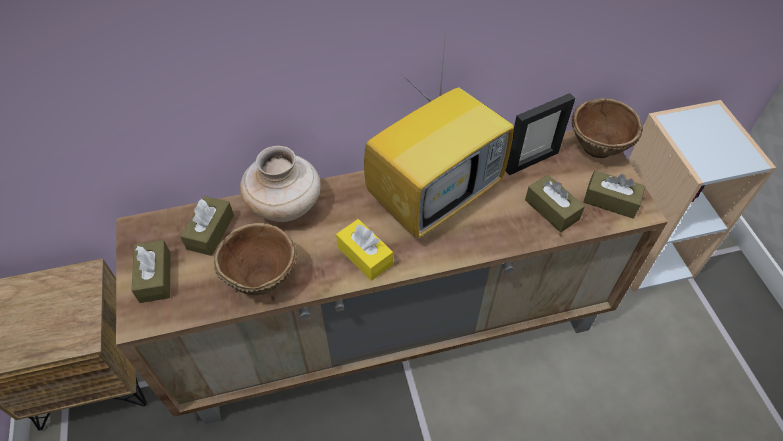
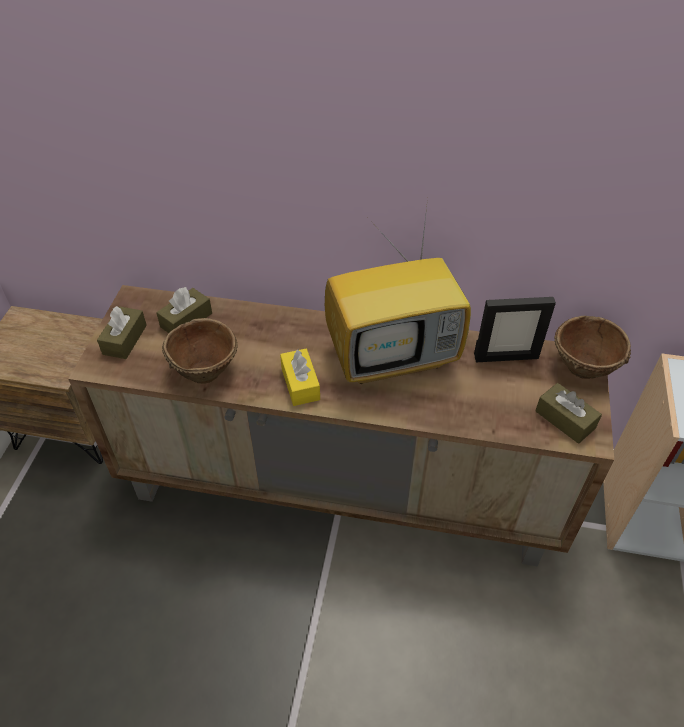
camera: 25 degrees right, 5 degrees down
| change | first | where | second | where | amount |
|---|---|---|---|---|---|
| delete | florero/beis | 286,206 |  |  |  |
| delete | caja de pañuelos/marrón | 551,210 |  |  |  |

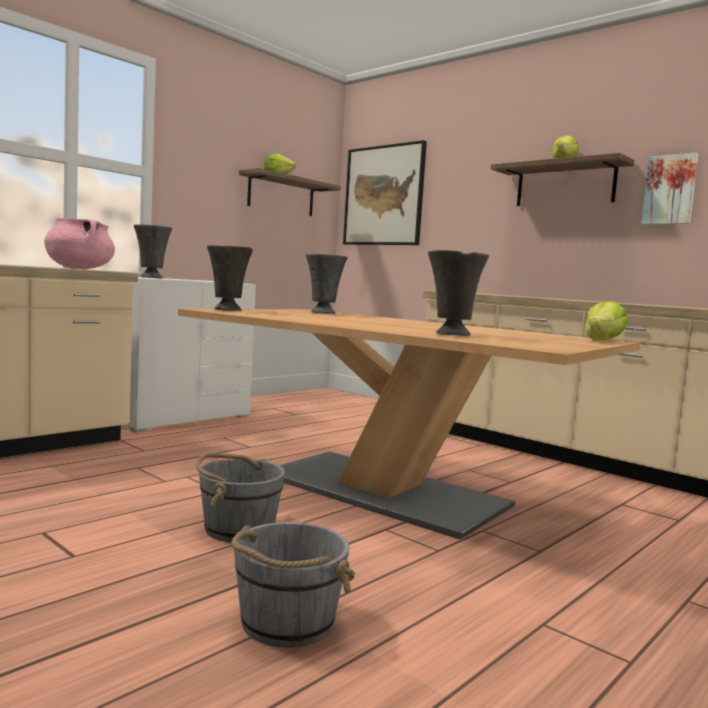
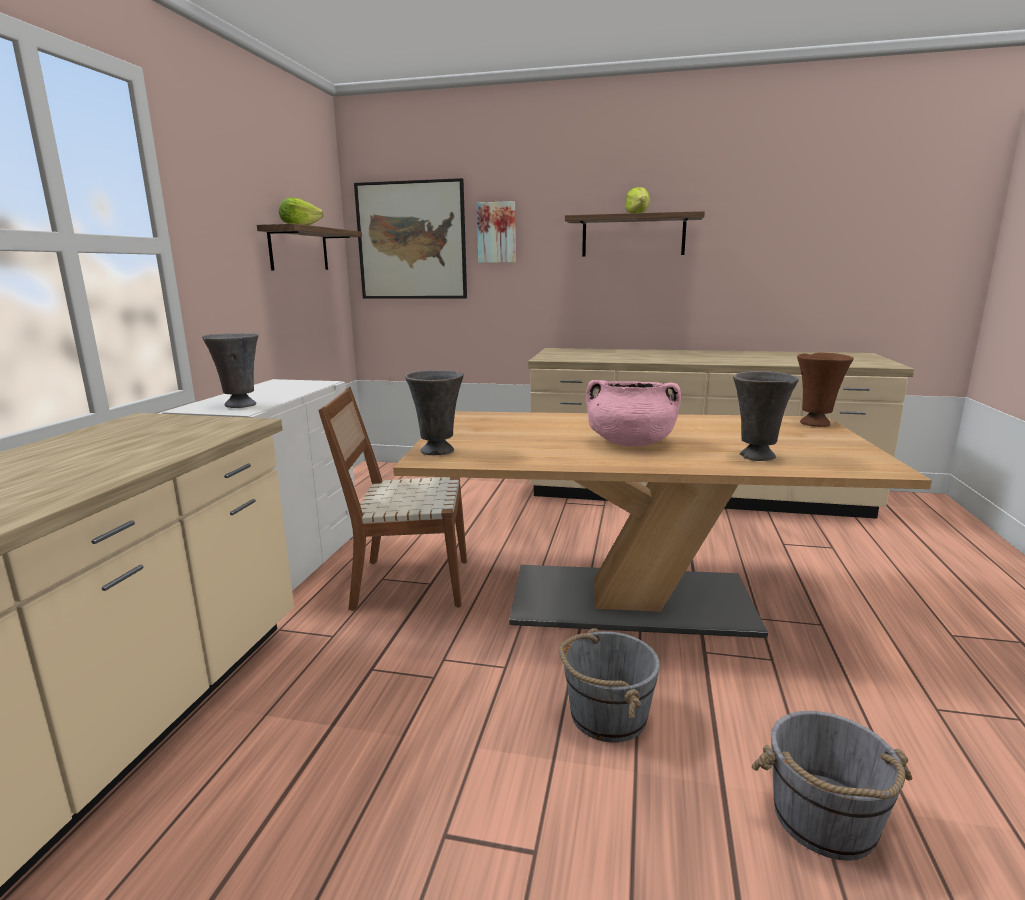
camera: 30 degrees left, 10 degrees up
| change | first | where | second | where | amount |
|---|---|---|---|---|---|
| insert |  |  | silla | 405,583 |  |
| move | cuadro | 670,190 |  | 497,232 |  |
| move | olla/rosa | 79,268 |  | 630,443 |  |
| replace | lechuga | 603,340 | florero/marrón | 816,423 |  |
| delete | florero/gris | 323,313 |  |  |  |

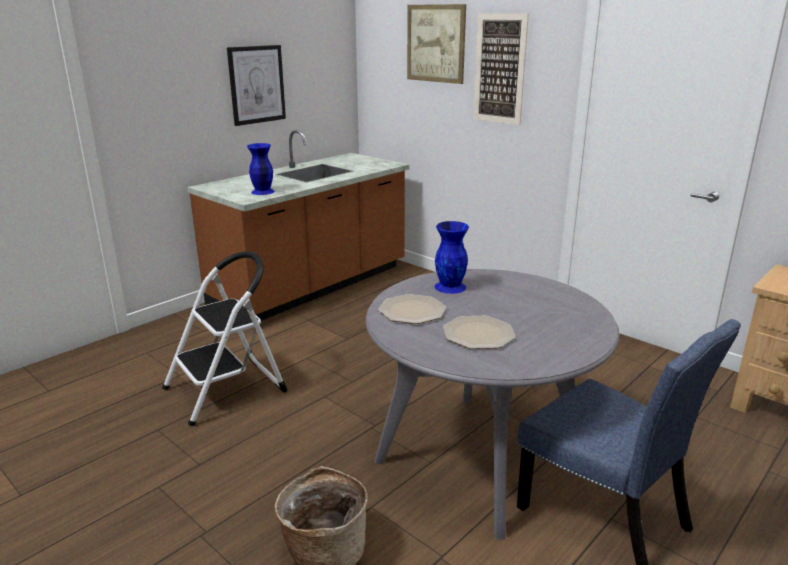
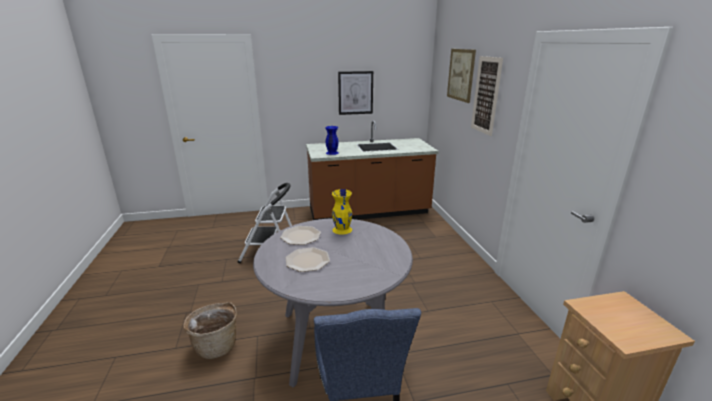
camera: 35 degrees right, 0 degrees up
| change | first | where | second | where | amount |
|---|---|---|---|---|---|
| recolor | florero/azul | 450,287 | florero/amarillo | 342,229 |  |

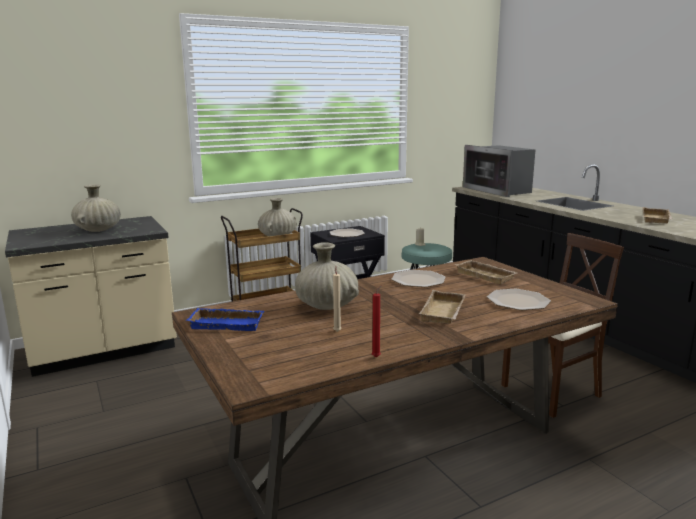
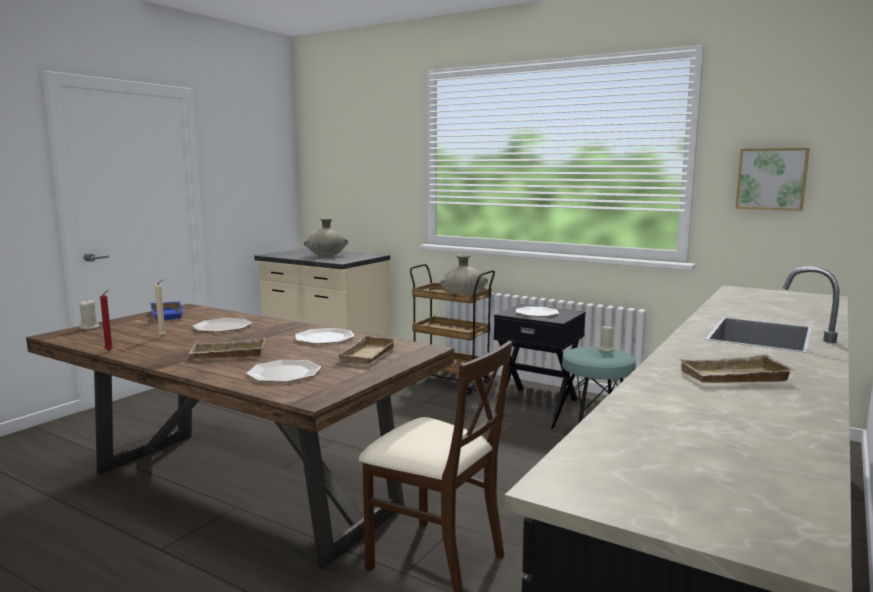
camera: 60 degrees right, 5 degrees down
| change | first | where | second | where | amount |
|---|---|---|---|---|---|
| insert |  |  | vela/beis | 89,327 |  |
| replace | florero/beis | 326,306 | plato | 222,327 |  |
| insert |  |  | cuadro | 771,179 |  |
| delete | microondas | 498,190 |  |  |  |

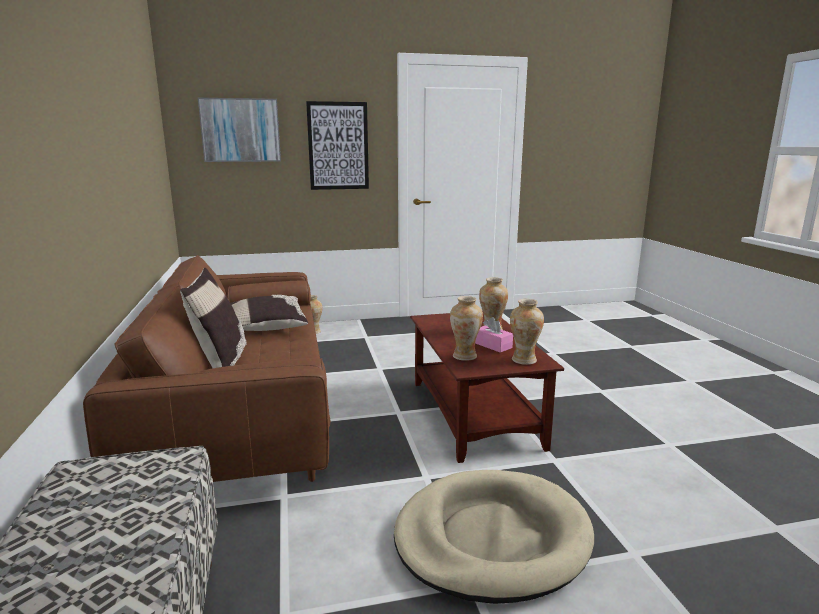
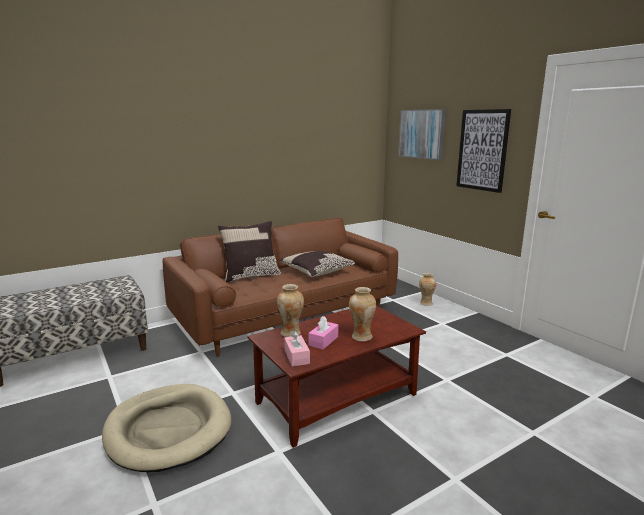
camera: 70 degrees right, 0 degrees up
| change | first | where | second | where | amount |
|---|---|---|---|---|---|
| replace | florero | 524,360 | caja de pañuelos/rosa | 296,357 |  |

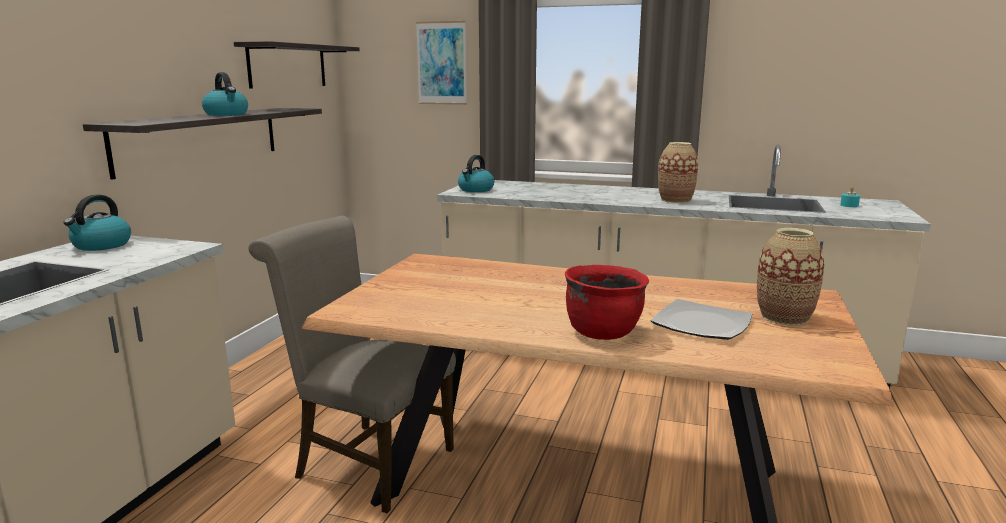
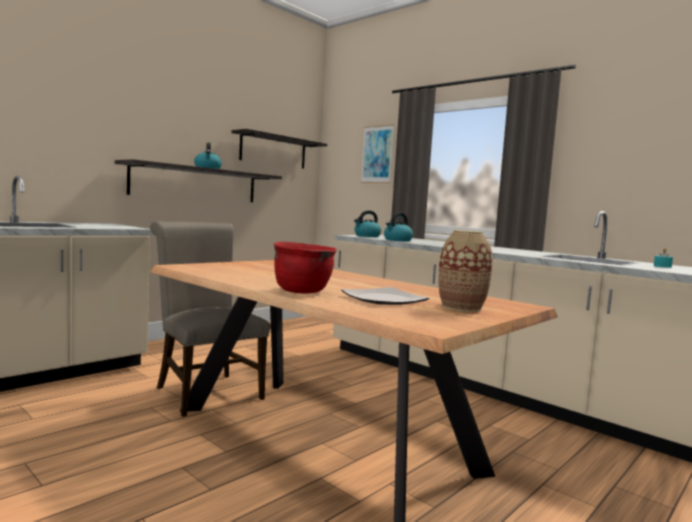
camera: 25 degrees right, 10 degrees down
| change | first | where | second | where | amount |
|---|---|---|---|---|---|
| move | hervidor | 101,245 |  | 397,240 |  |
| delete | florero | 675,200 |  |  |  |

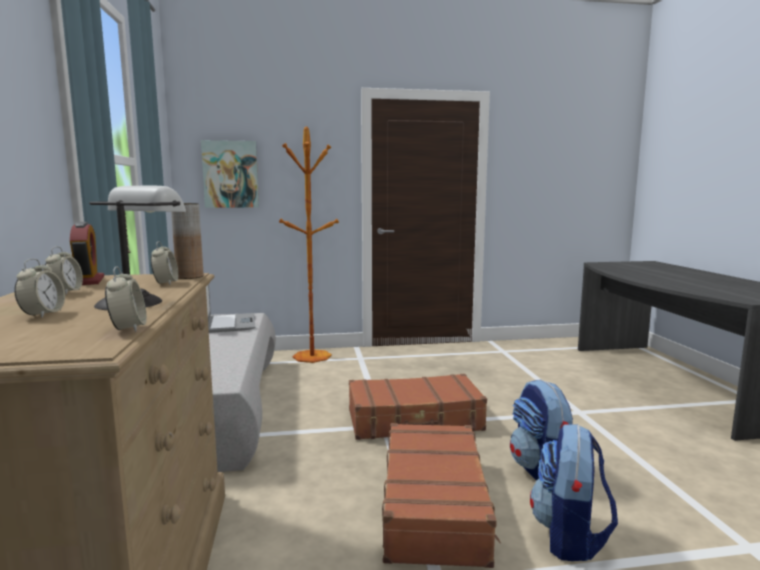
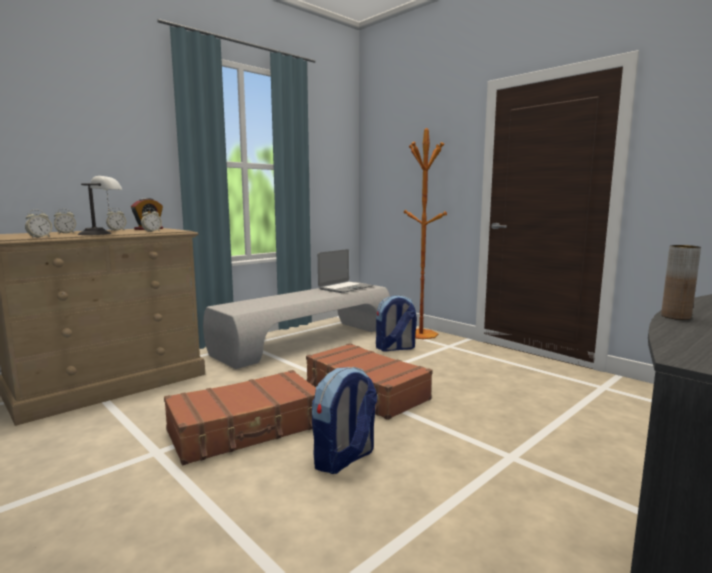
camera: 55 degrees right, 0 degrees up
| change | first | where | second | where | amount |
|---|---|---|---|---|---|
| move | mochila | 570,536 |  | 395,348 |  |
| move | florero/marrón | 189,276 |  | 675,317 |  |
| delete | cuadro | 230,174 |  |  |  |

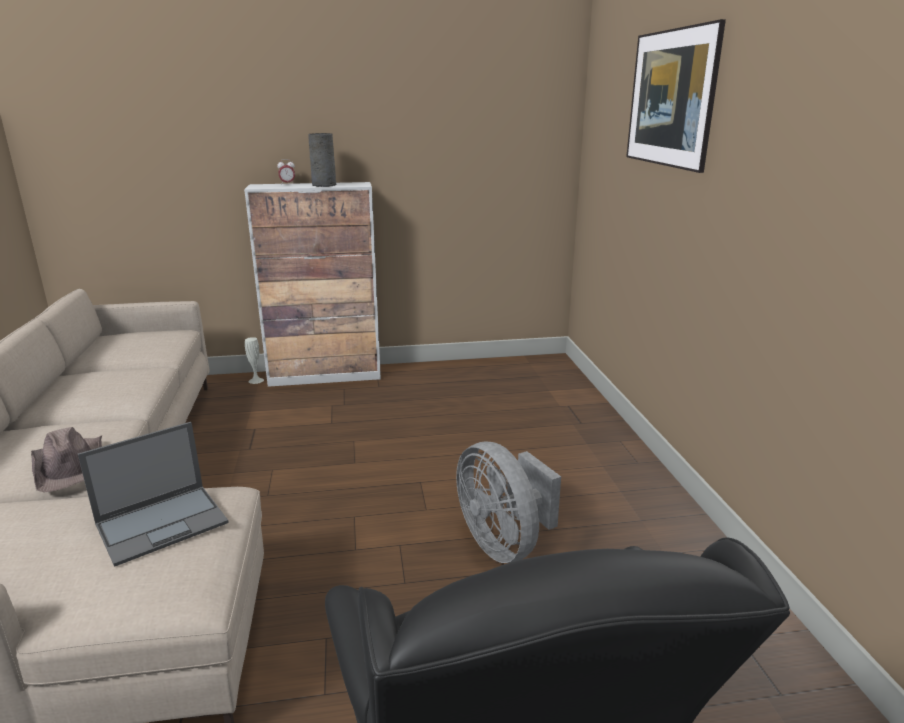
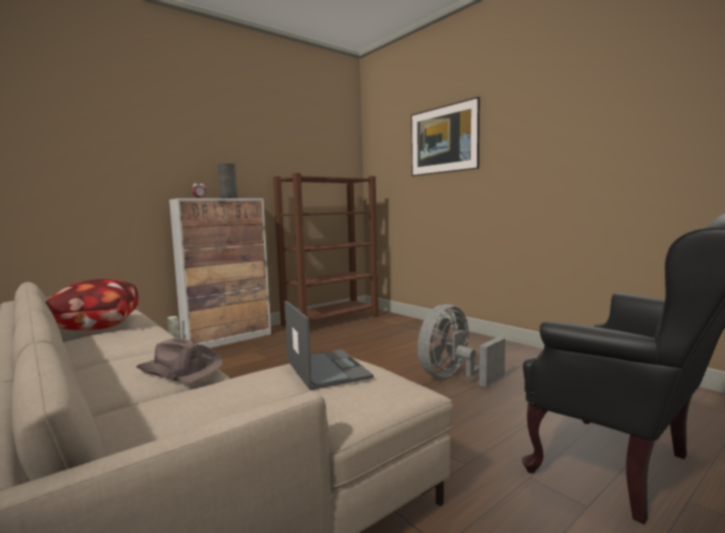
camera: 30 degrees left, 15 degrees down
| change | first | where | second | where | amount |
|---|---|---|---|---|---|
| insert |  |  | cojín | 93,328 |  |
| insert |  |  | estantería/marrón | 331,320 |  |
| rotate | portátil | 163,523 |  | 326,368 | 45 degrees counterclockwise |
| rotate | ventilador/gris | 504,543 |  | 454,377 | 105 degrees clockwise |

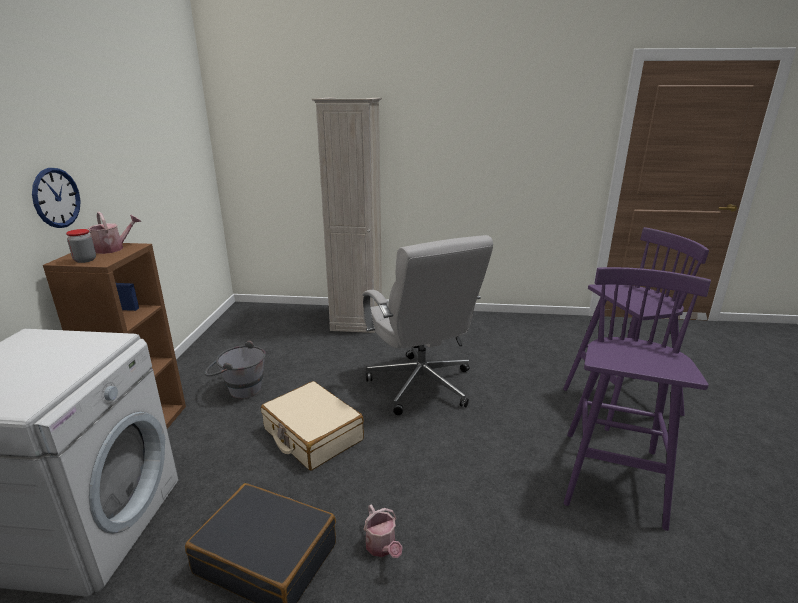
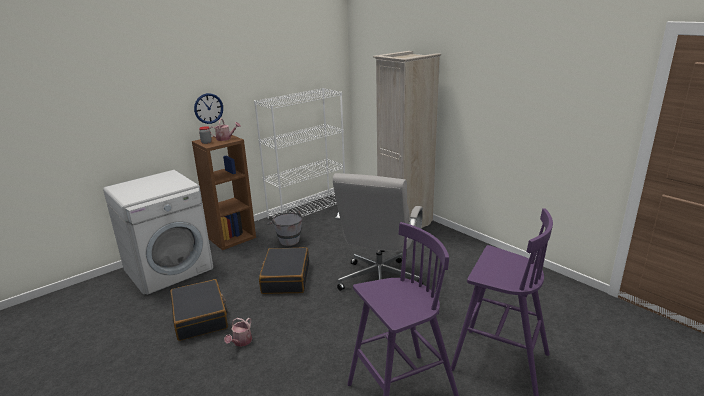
camera: 45 degrees right, 0 degrees up
| change | first | where | second | where | amount |
|---|---|---|---|---|---|
| insert |  |  | estantería/blanco | 308,211 |  |
| recolor | maleta/beis | 312,435 | maleta/negro | 285,278 |  |

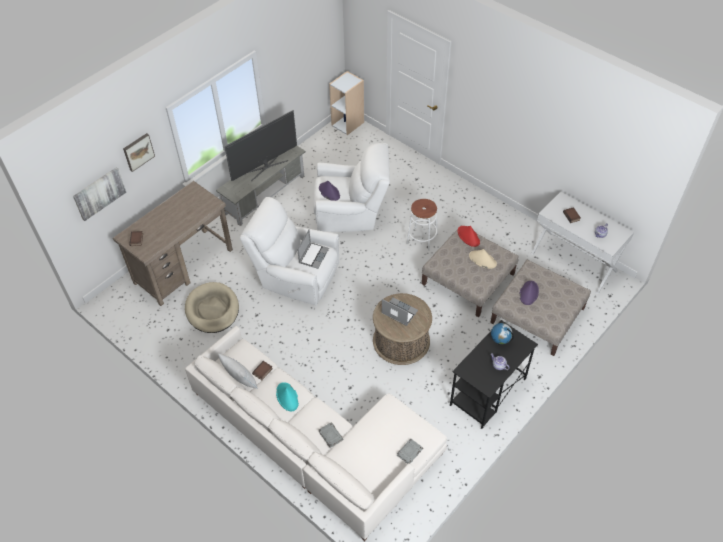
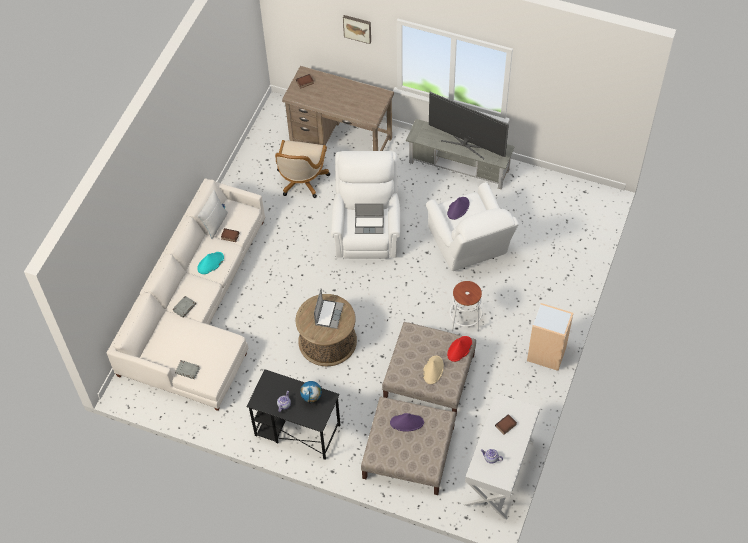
camera: 70 degrees right, 5 degrees up
| change | first | where | second | where | amount |
|---|---|---|---|---|---|
| replace | cama para perro/beis | 212,309 | silla de oficina | 301,182 |  |
| move | estantería | 348,123 |  | 547,355 |  |
| delete | cuadro | 99,193 |  |  |  |

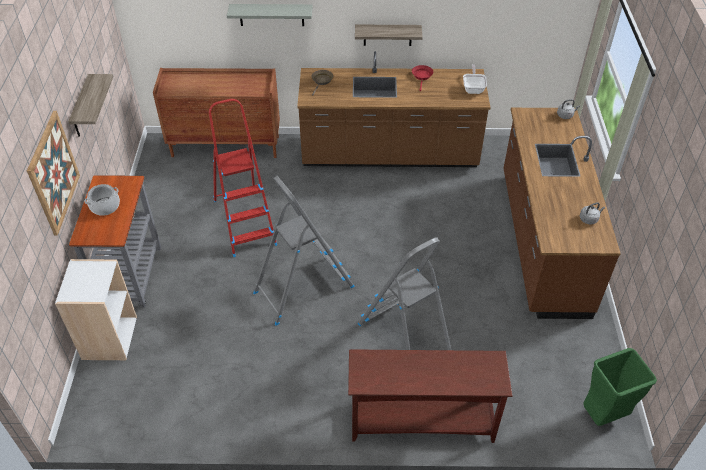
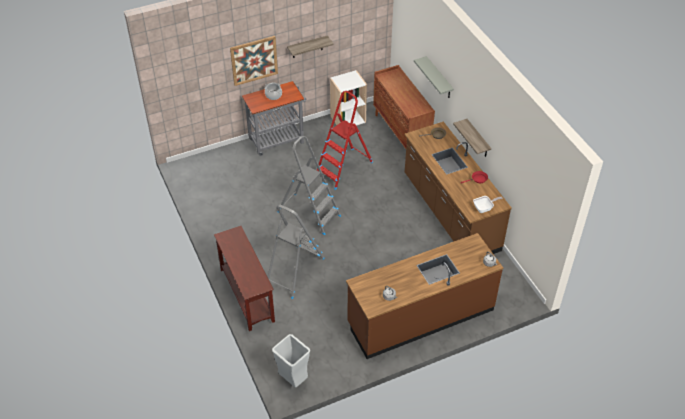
camera: 65 degrees right, 0 degrees up
| change | first | where | second | where | amount |
|---|---|---|---|---|---|
| recolor | papelera/verde | 603,416 | papelera/gris | 293,379 |  |
| move | estantería/blanco | 109,337 |  | 348,119 |  |

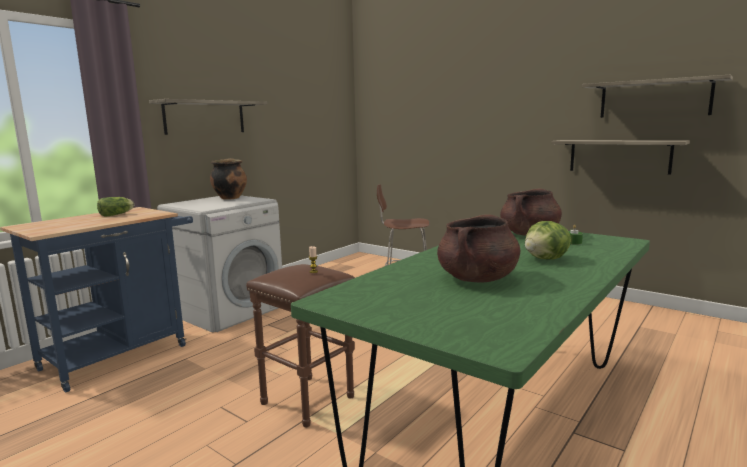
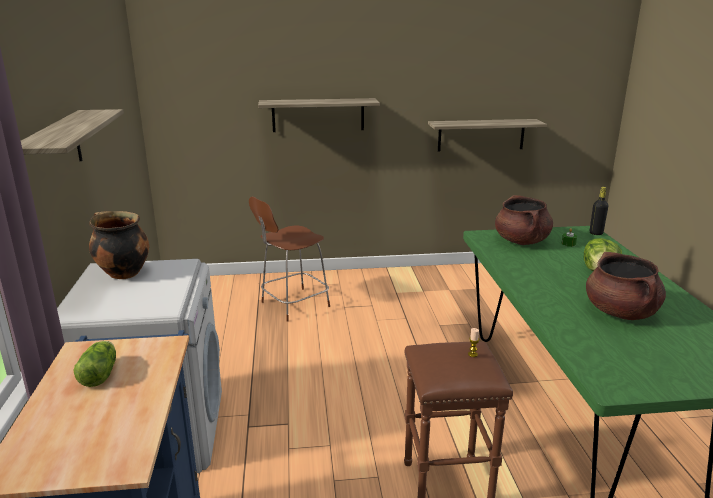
camera: 45 degrees left, 10 degrees up
| change | first | where | second | where | amount |
|---|---|---|---|---|---|
| move | estante | 654,99 |  | 318,115 |  |
| insert |  |  | botella/negro | 596,233 |  |

